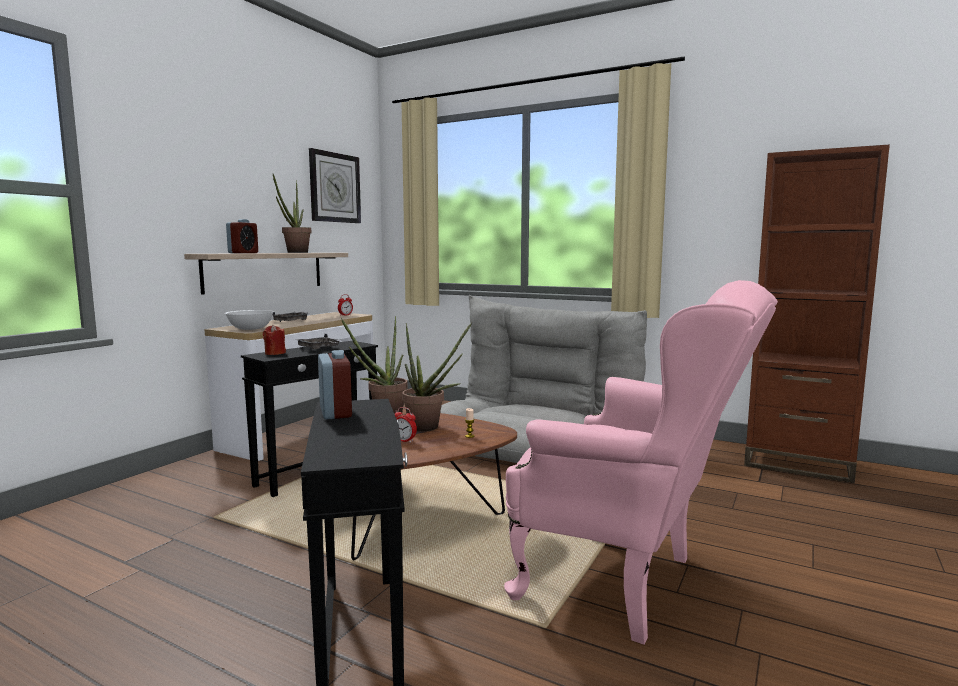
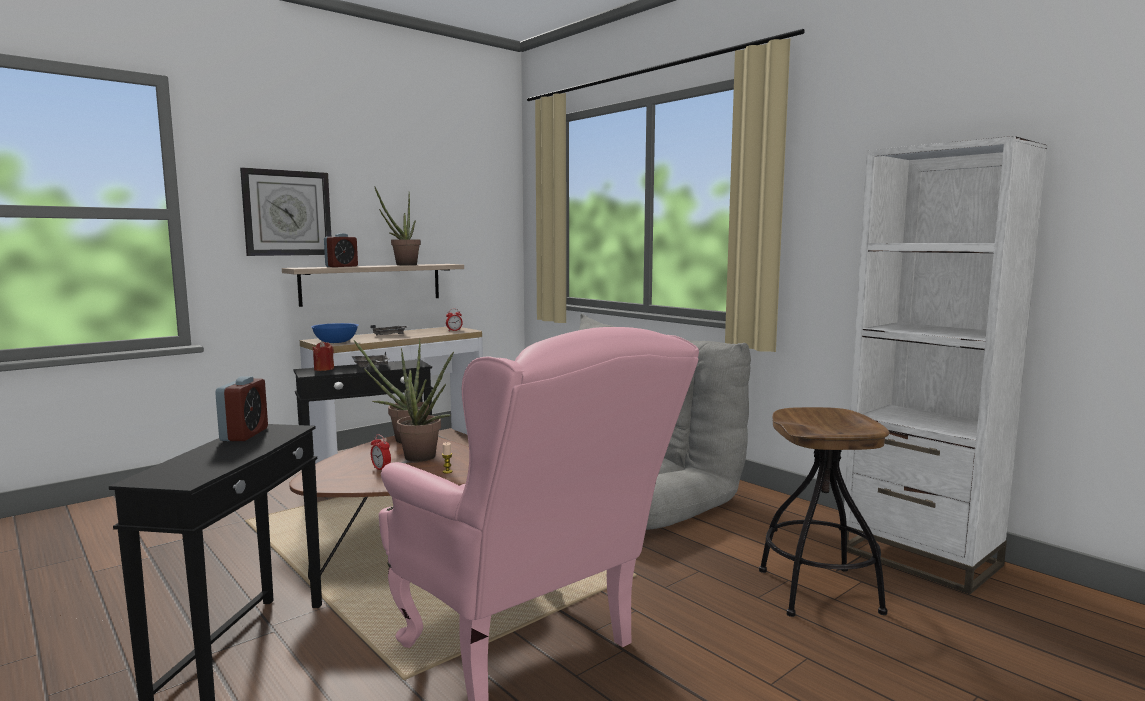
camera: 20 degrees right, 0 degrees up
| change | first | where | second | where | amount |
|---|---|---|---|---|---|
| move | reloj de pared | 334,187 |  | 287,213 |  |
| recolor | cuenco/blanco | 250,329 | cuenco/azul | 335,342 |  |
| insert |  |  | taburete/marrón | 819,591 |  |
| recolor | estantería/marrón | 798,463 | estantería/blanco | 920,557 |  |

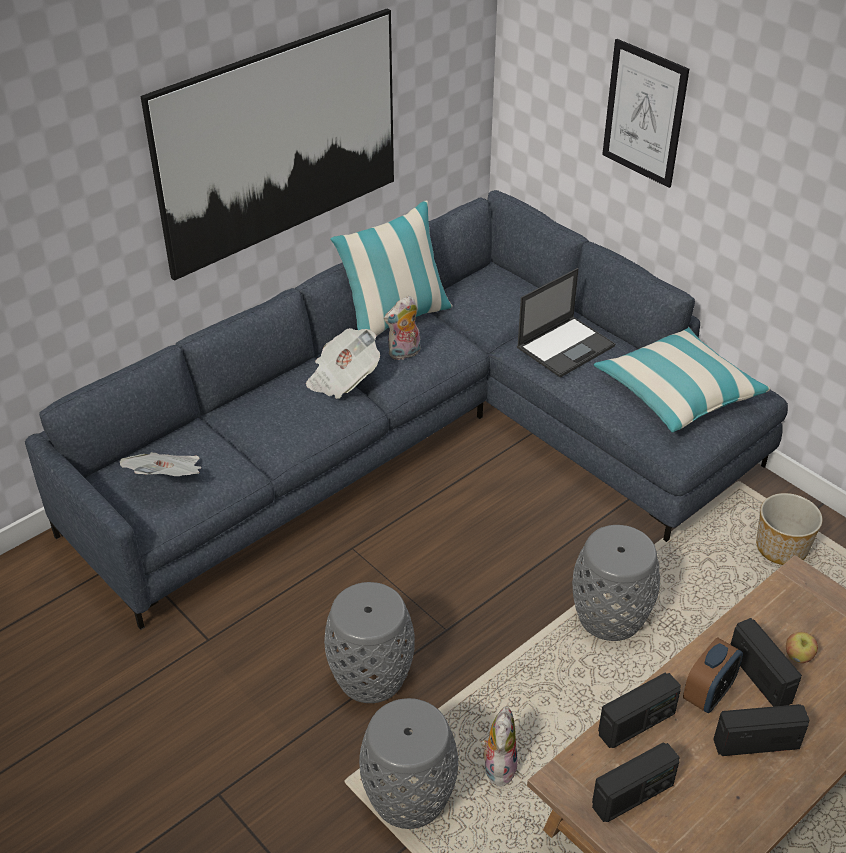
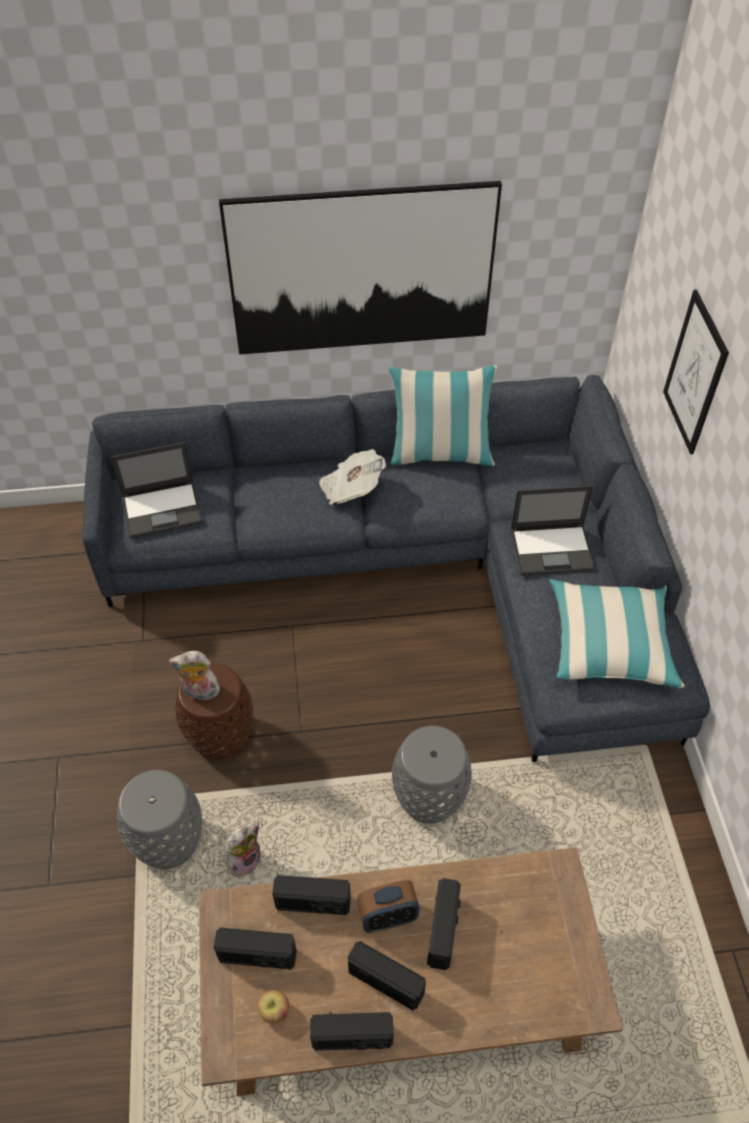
camera: 35 degrees right, 10 degrees up
| change | first | where | second | where | amount |
|---|---|---|---|---|---|
| replace | periódico | 168,479 | portátil | 163,509 |  |
| move | peluche | 404,354 |  | 200,692 |  |
| recolor | taburete/gris | 371,676 | taburete/marrón | 220,734 |  |
| move | manzana | 798,657 |  | 274,1010 |  |
| insert |  |  | radio | 352,1037 |  |
| delete | maceta | 782,548 |  |  |  |

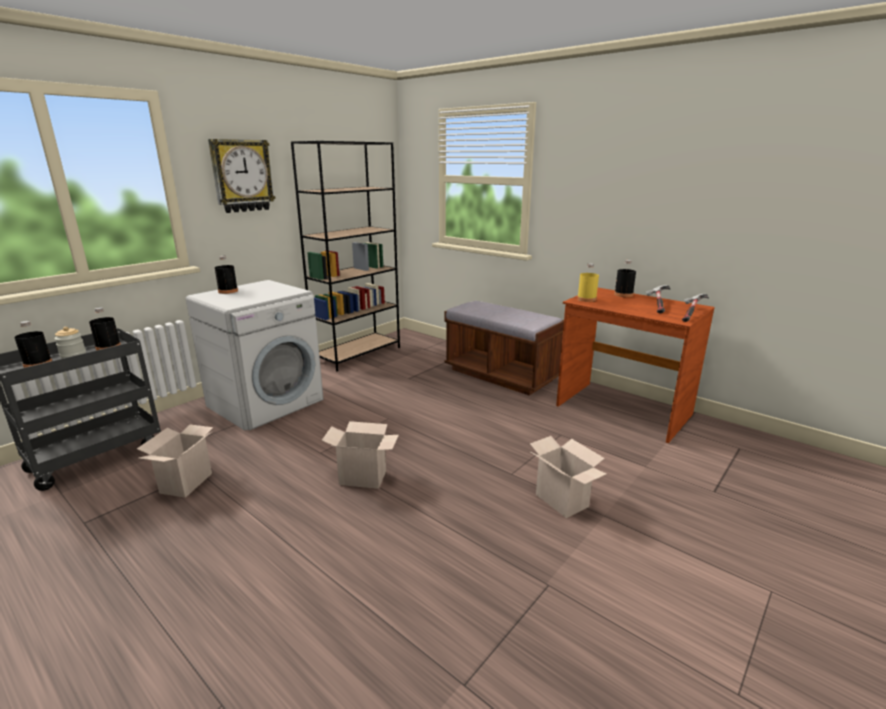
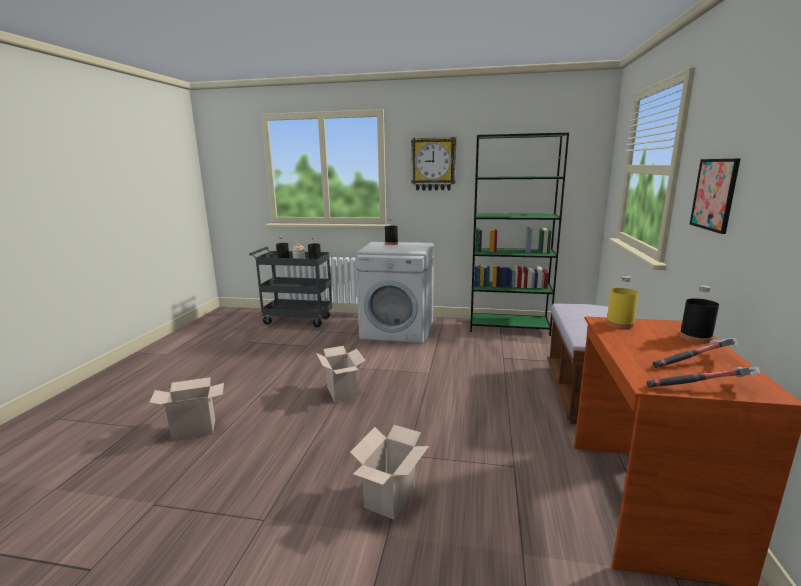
camera: 60 degrees right, 5 degrees down
| change | first | where | second | where | amount |
|---|---|---|---|---|---|
| move | caja de cartón | 186,482 |  | 196,429 |  |
| recolor | estantería/beis | 358,354 | estantería/verde | 509,327 |  |
| insert |  |  | cuadro | 714,194 |  |

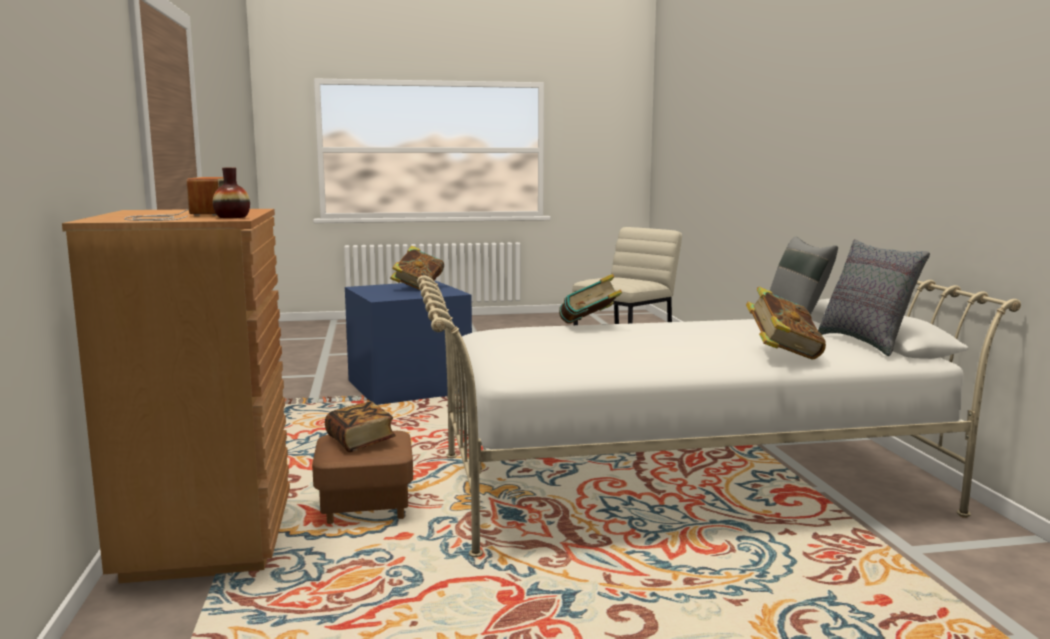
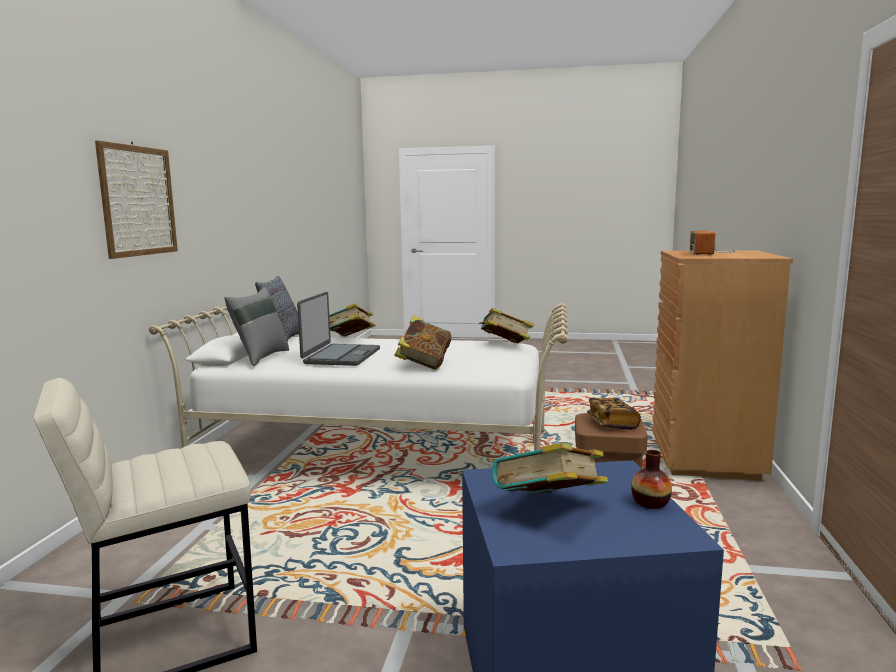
camera: 160 degrees left, 0 degrees up
| change | first | where | second | where | amount |
|---|---|---|---|---|---|
| insert |  |  | cuadro | 138,199 |  |
| insert |  |  | portátil | 341,356 |  |
| insert |  |  | libro | 505,346 |  |
| move | florero | 232,217 |  | 650,503 |  |

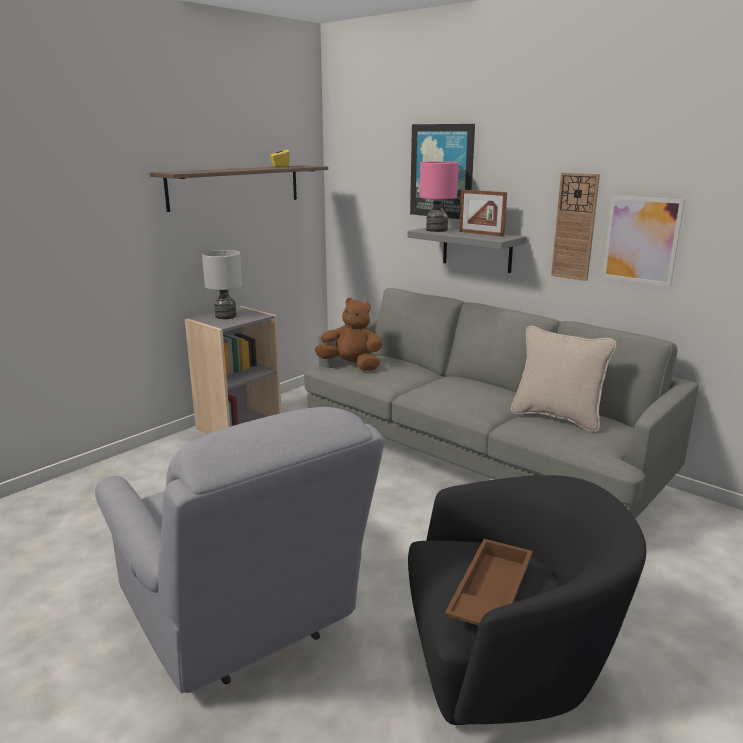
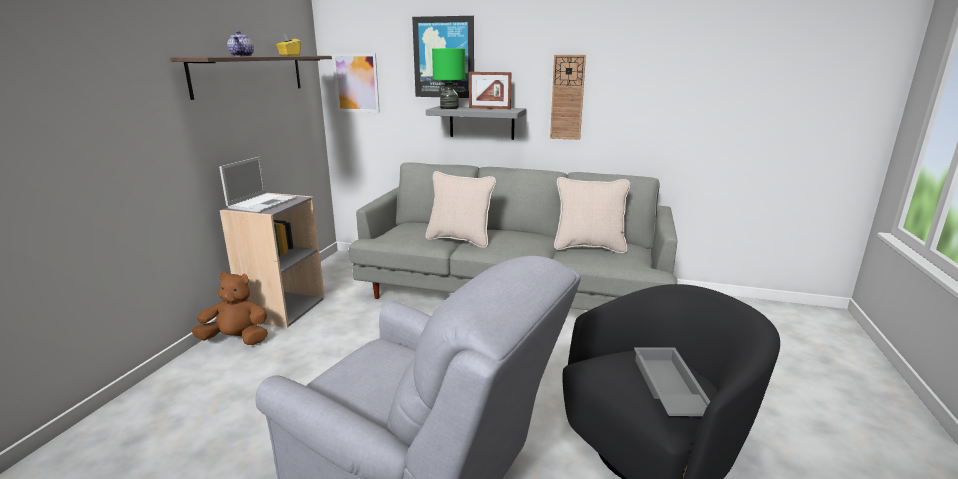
camera: 25 degrees left, 0 degrees up
| change | first | where | second | where | amount |
|---|---|---|---|---|---|
| move | peluche/marrón | 351,366 |  | 237,339 |  |
| replace | lámpara de mesa/gris | 226,316 | portátil | 263,203 |  |
| insert |  |  | tetera | 242,56 |  |
| move | cuadro | 641,240 |  | 356,83 |  |
| insert |  |  | cojín/beis | 460,240 |  |
| recolor | lámpara de mesa/rosa | 437,230 | lámpara de mesa/verde | 449,108 |  |
| recolor | bandeja/marrón | 489,592 | bandeja/gris | 667,389 |  |

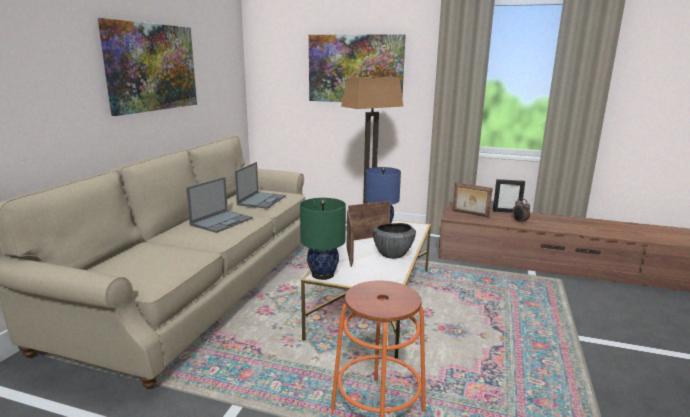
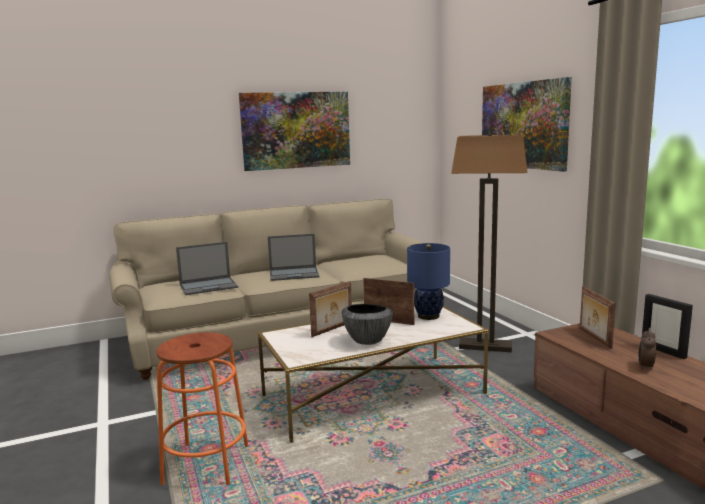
camera: 50 degrees right, 5 degrees down
| change | first | where | second | where | amount |
|---|---|---|---|---|---|
| move | portátil | 262,200 |  | 209,286 |  |
| delete | lámpara de mesa/verde | 323,274 |  |  |  |

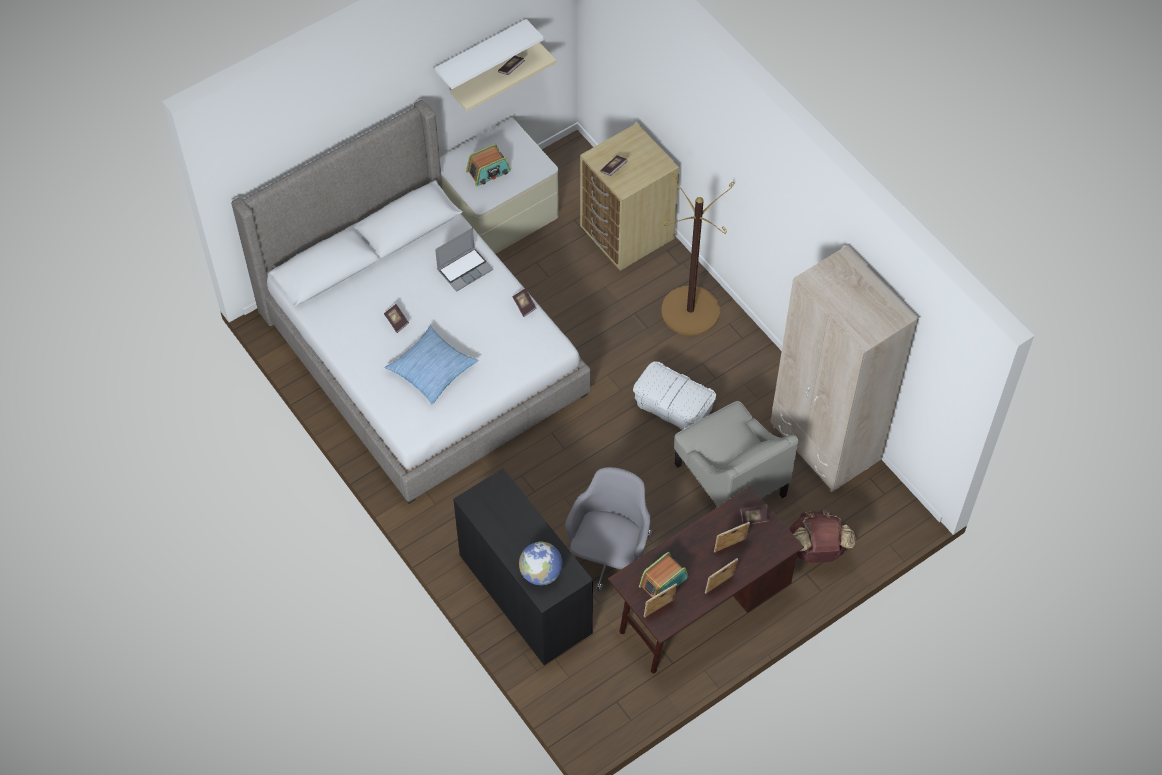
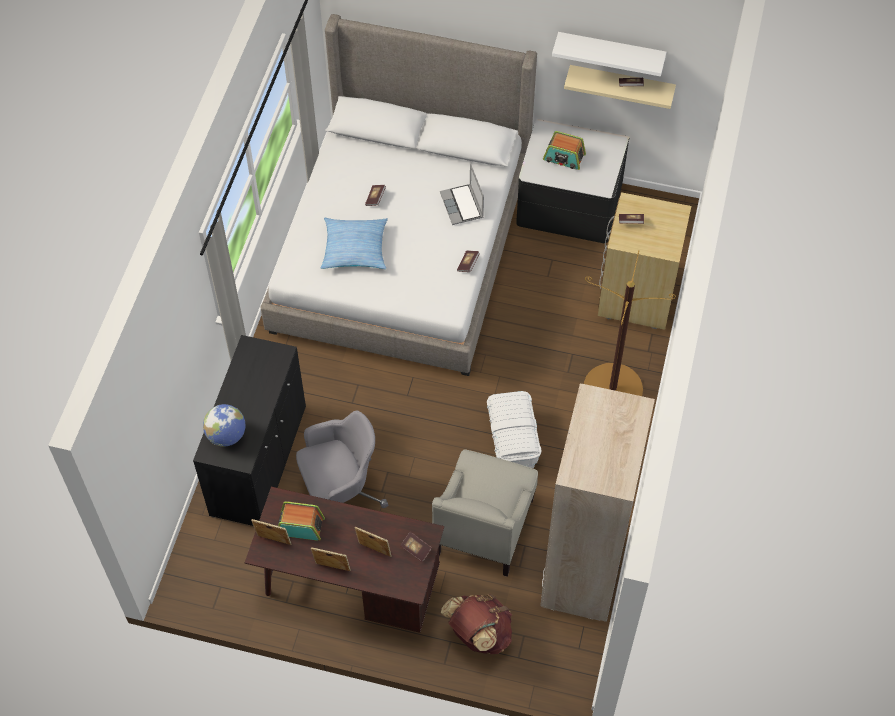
camera: 50 degrees right, 0 degrees up
| change | first | where | second | where | amount |
|---|---|---|---|---|---|
| rotate | portátil | 465,269 |  | 462,206 | 60 degrees clockwise |
| recolor | mesita de noche/beis | 498,214 | mesita de noche/negro | 569,206 |  |

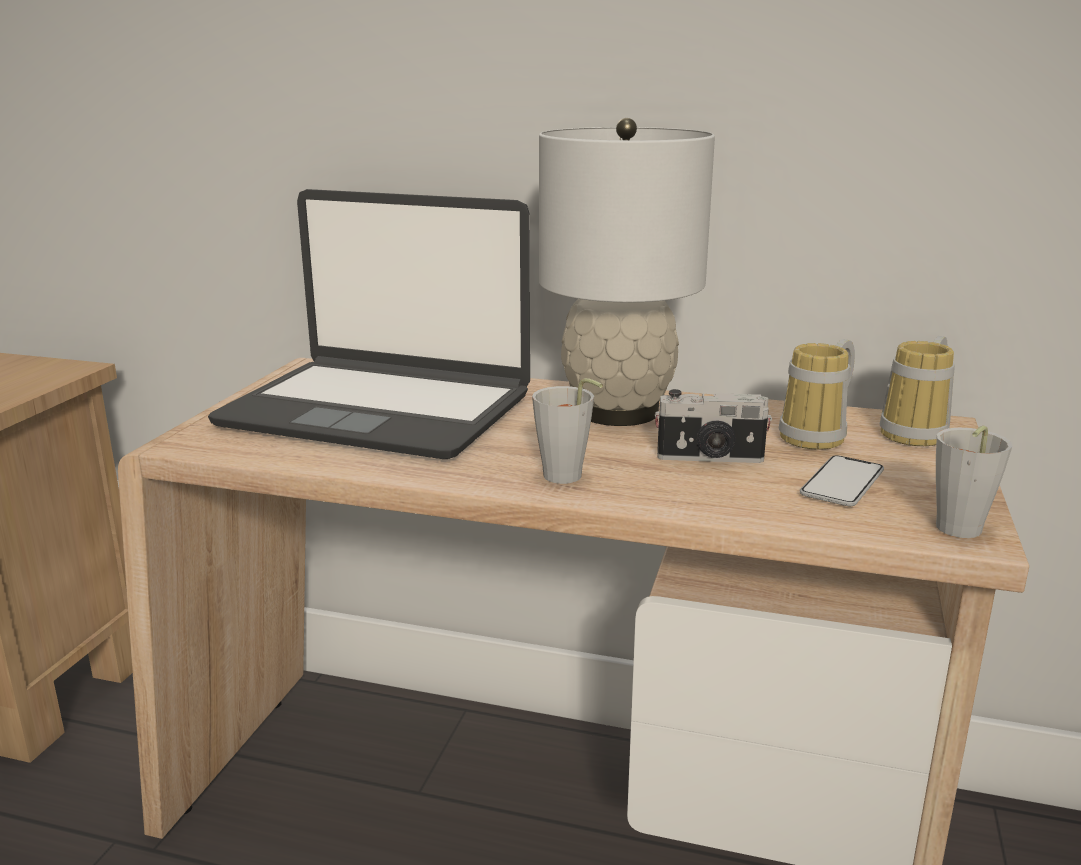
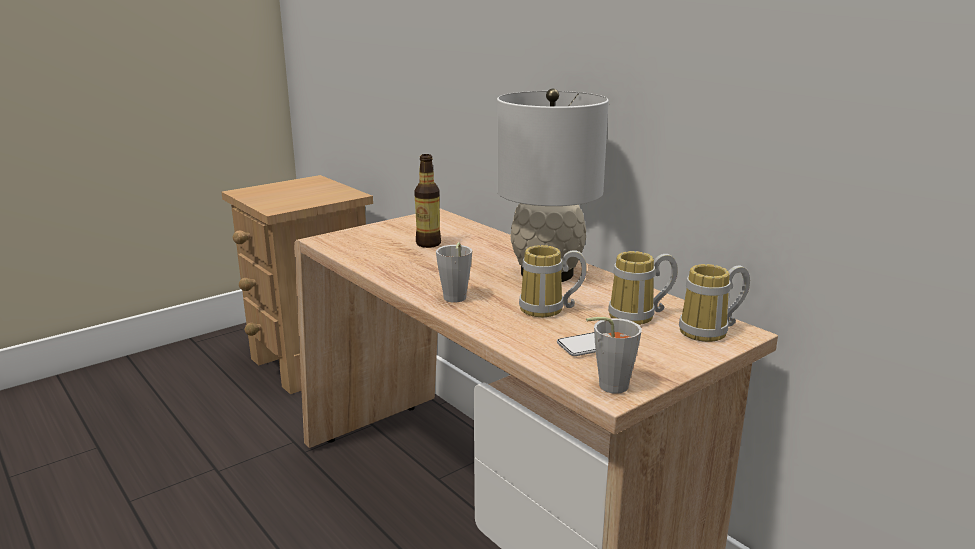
camera: 35 degrees right, 0 degrees up
| change | first | where | second | where | amount |
|---|---|---|---|---|---|
| replace | portátil | 379,410 | botella | 428,244 |  |
| replace | cámara | 710,458 | taza grande | 548,310 |  |

